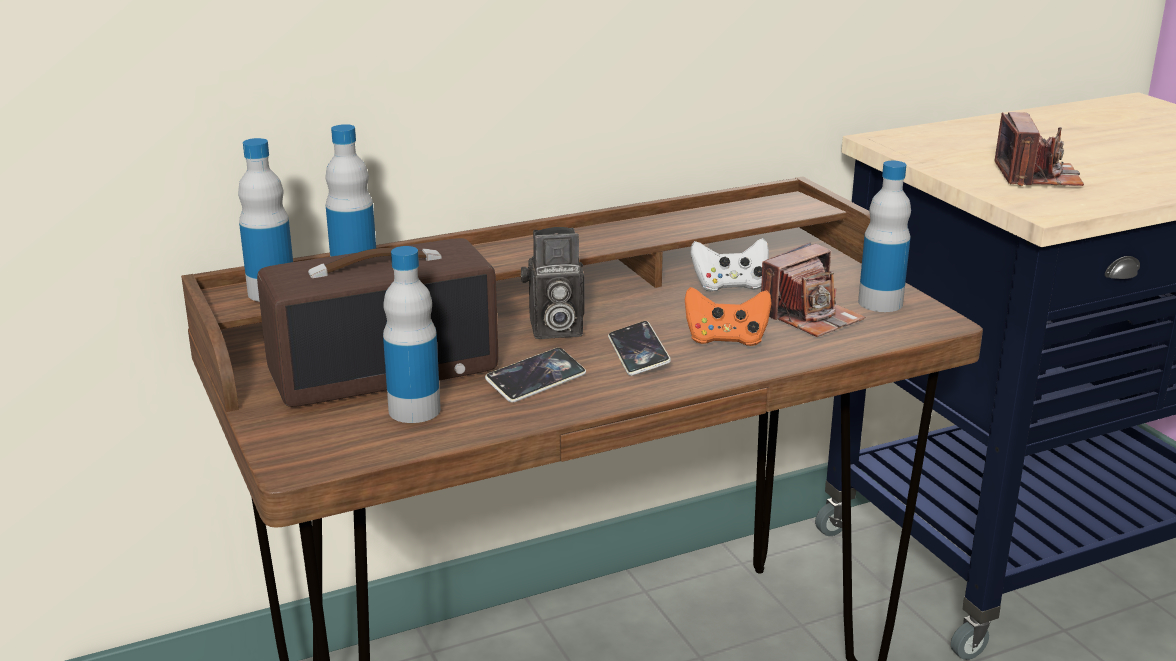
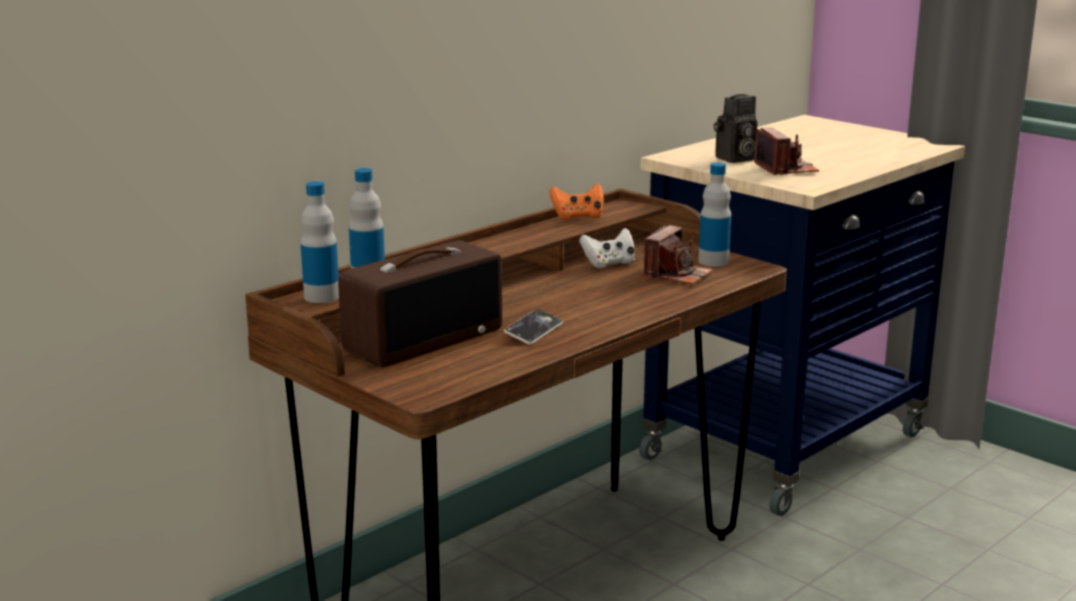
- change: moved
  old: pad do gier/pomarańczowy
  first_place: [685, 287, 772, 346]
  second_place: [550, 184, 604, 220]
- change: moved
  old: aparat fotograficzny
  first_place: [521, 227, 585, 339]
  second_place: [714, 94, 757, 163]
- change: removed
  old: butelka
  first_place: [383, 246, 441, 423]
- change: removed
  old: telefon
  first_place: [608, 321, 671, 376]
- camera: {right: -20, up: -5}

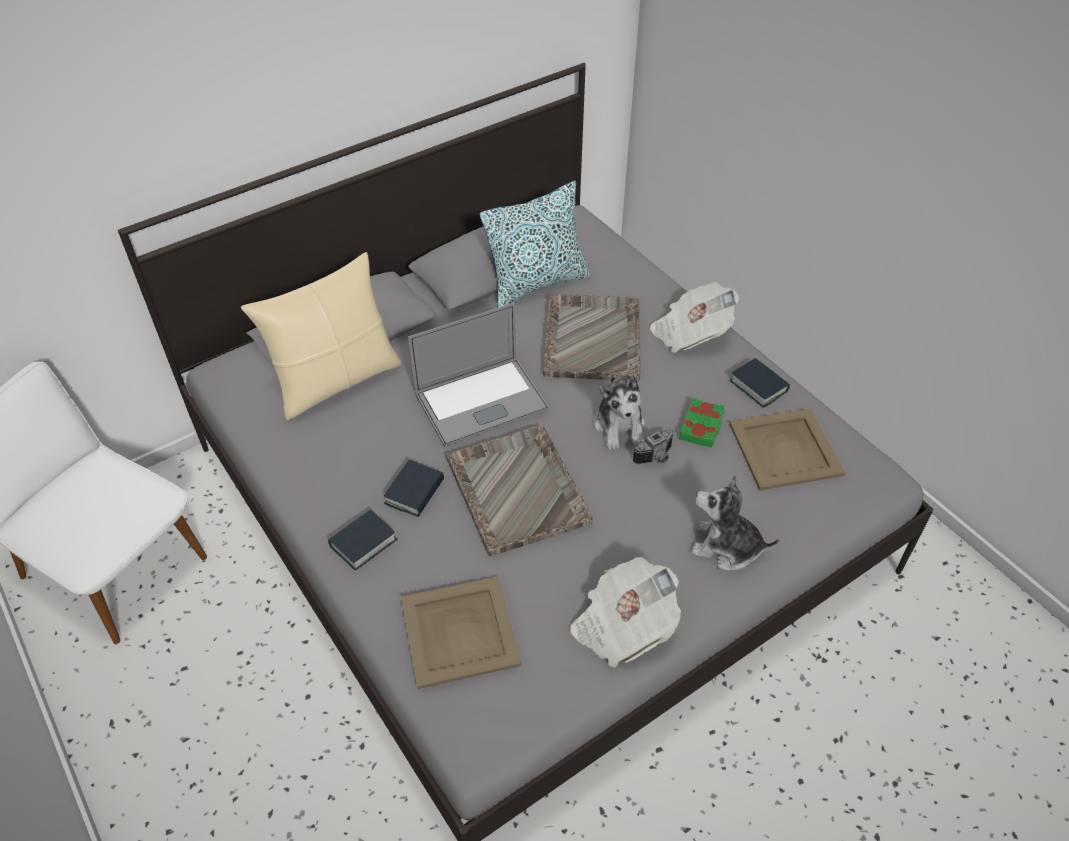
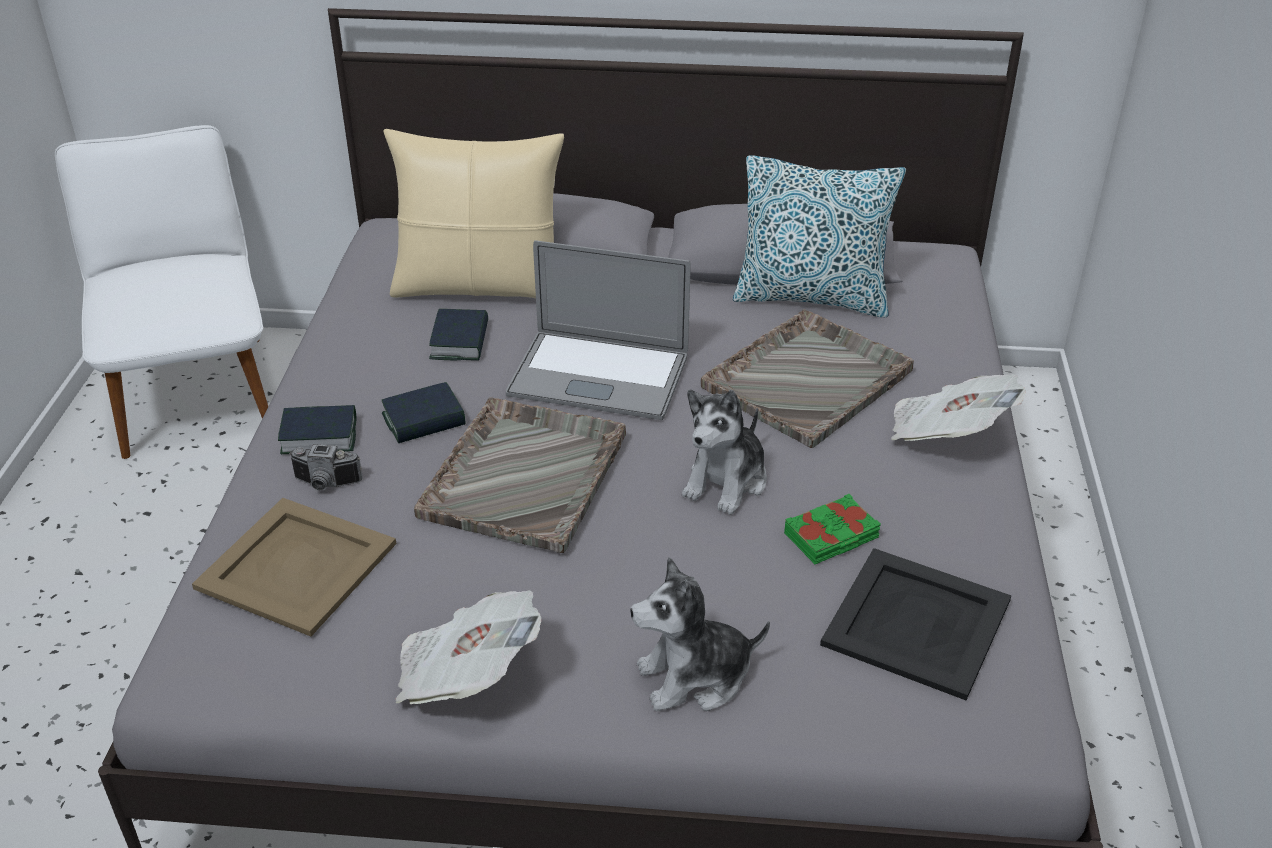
- change: moved
  old: aparat fotograficzny
  first_place: [633, 429, 674, 464]
  second_place: [289, 444, 363, 491]
- change: moved
  old: książka
  first_place: [730, 358, 790, 408]
  second_place: [429, 309, 488, 361]
- change: turned
  old: pluszak
  first_place: [691, 475, 780, 570]
  second_place: [630, 557, 770, 711]
  degrees: -75
- change: recoloured
  old: taca/beżowy
  new: taca/czarny
  first_place: [729, 408, 845, 491]
  second_place: [820, 548, 1011, 700]
- camera: {right: 40, up: -10}

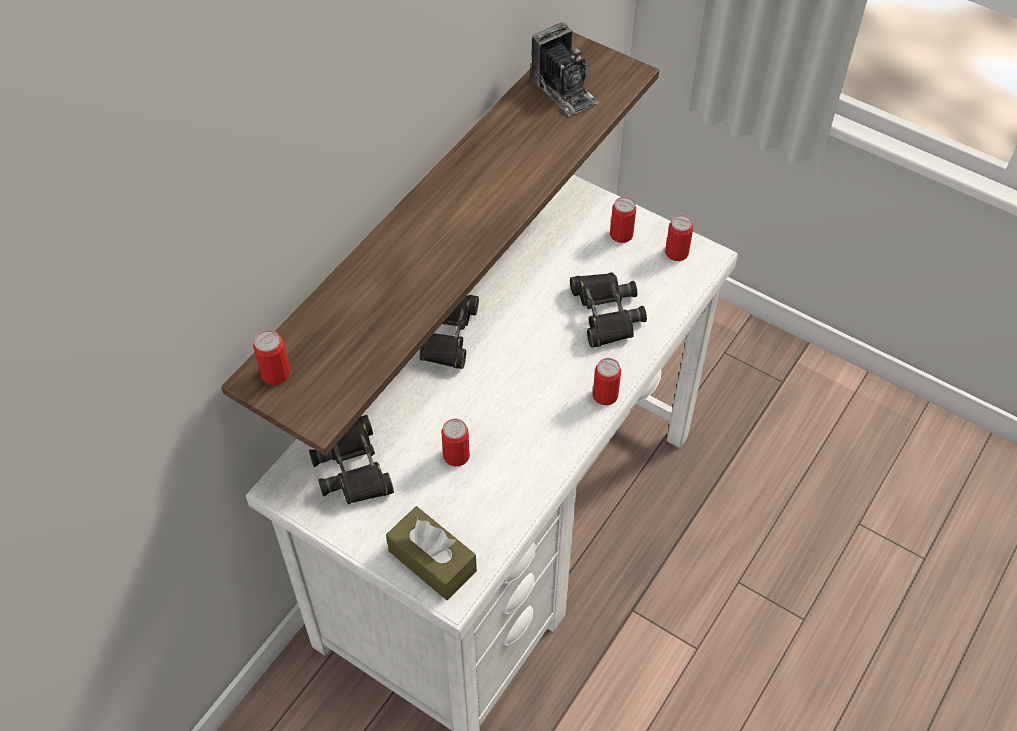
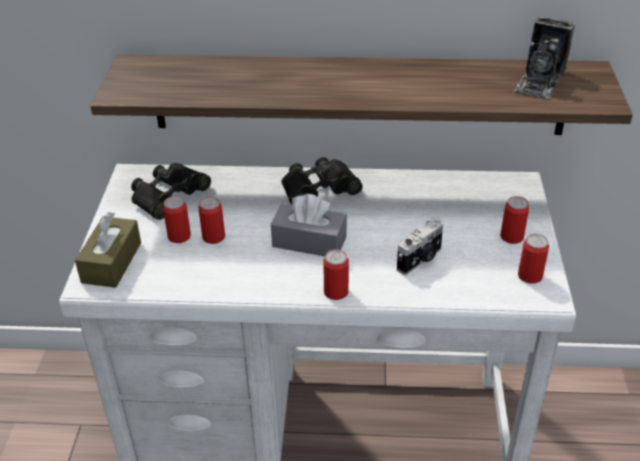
- change: moved
  old: puszka
  first_place: [253, 330, 291, 385]
  second_place: [163, 196, 191, 243]
- change: added
  new: pudełko chusteczek/szary
  second_place: [271, 194, 347, 256]
- change: replaced
  old: lornetka/czarny
  new: aparat fotograficzny
  first_place: [570, 272, 647, 348]
  second_place: [397, 219, 443, 275]
- camera: {right: 60, up: -15}

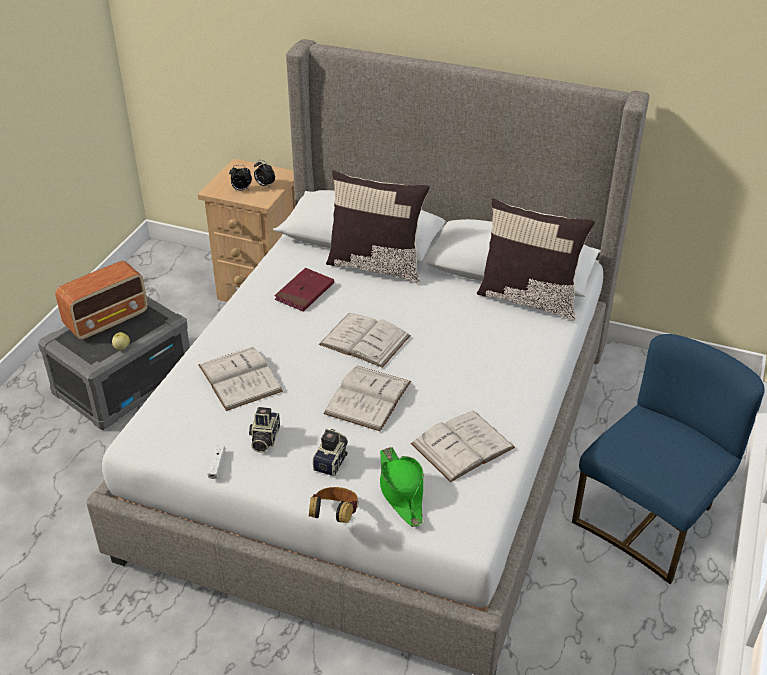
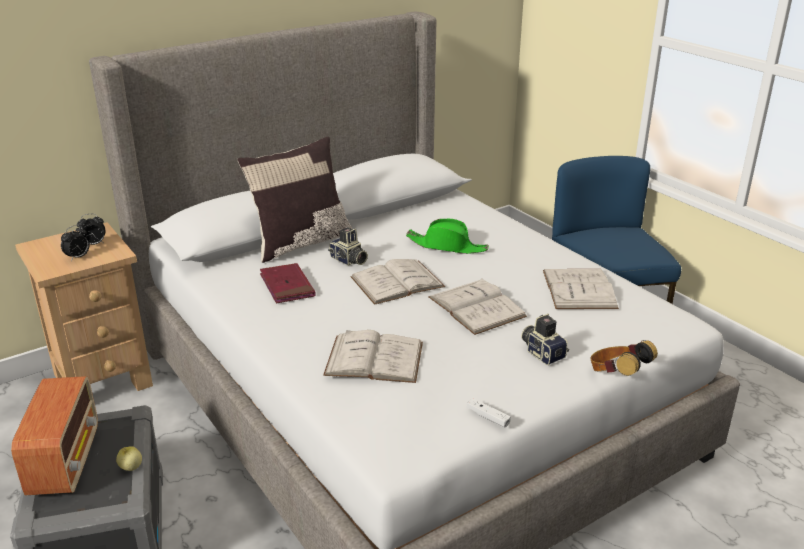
- change: moved
  old: aparat fotograficzny
  first_place: [249, 407, 280, 453]
  second_place: [328, 227, 368, 266]
- change: moved
  old: kapelusz/zielony
  first_place: [380, 447, 423, 527]
  second_place: [406, 219, 489, 254]
- change: removed
  old: poduszka
  first_place: [476, 198, 595, 321]
- camera: {right: -55, up: -10}

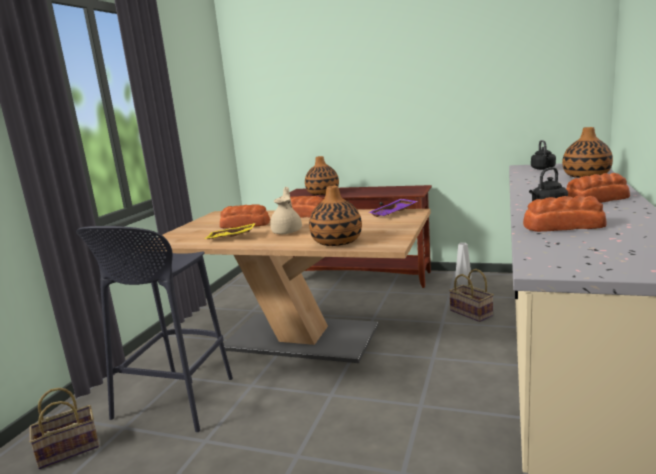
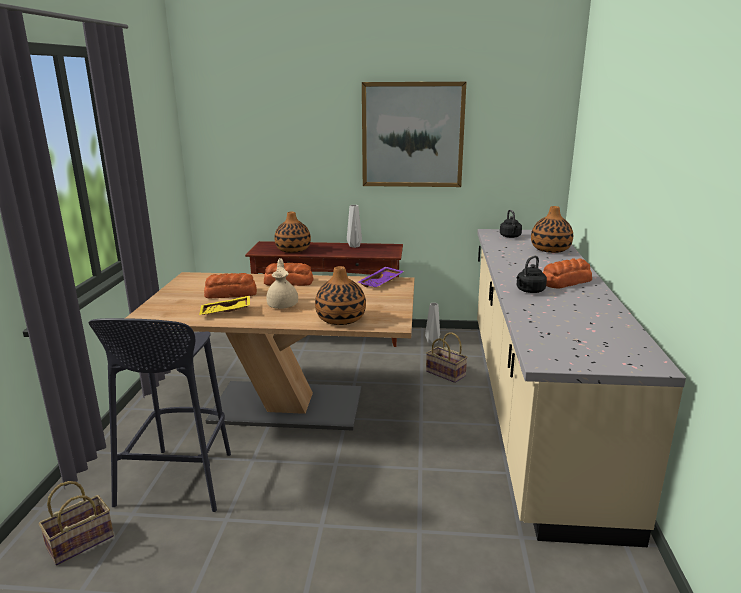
- change: added
  new: wazon/szary
  second_place: [347, 205, 362, 248]
- change: added
  new: obraz
  second_place: [362, 82, 466, 187]
- change: removed
  old: chleb
  first_place: [523, 196, 607, 232]
- camera: {right: -15, up: 5}

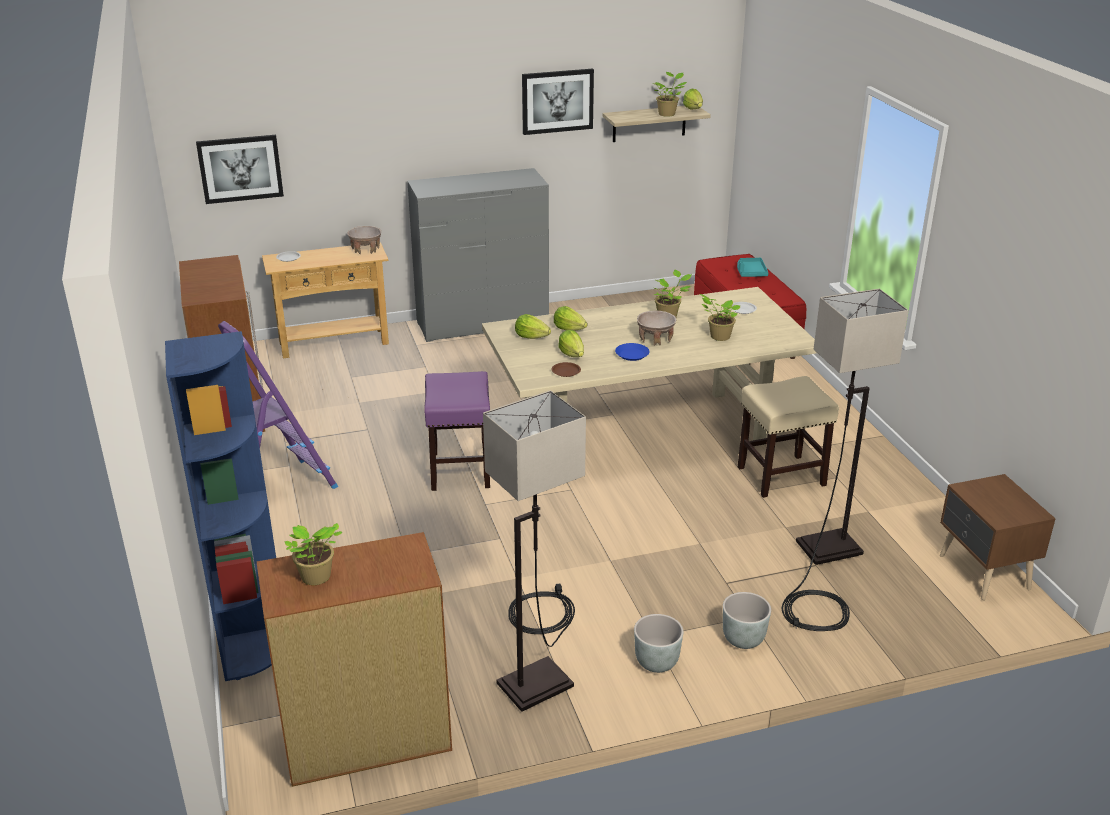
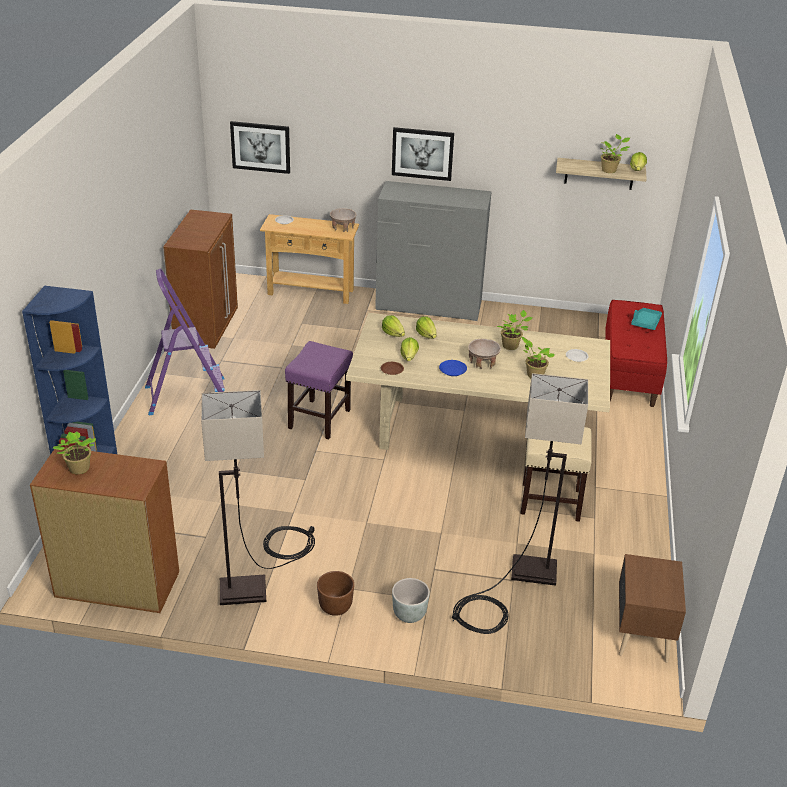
- change: recoloured
  old: donica/szary
  new: donica/brązowy
  first_place: [634, 614, 683, 673]
  second_place: [317, 571, 354, 616]
- change: moved
  old: obraz
  first_place: [522, 69, 594, 135]
  second_place: [392, 127, 454, 181]
- camera: {right: 25, up: 5}

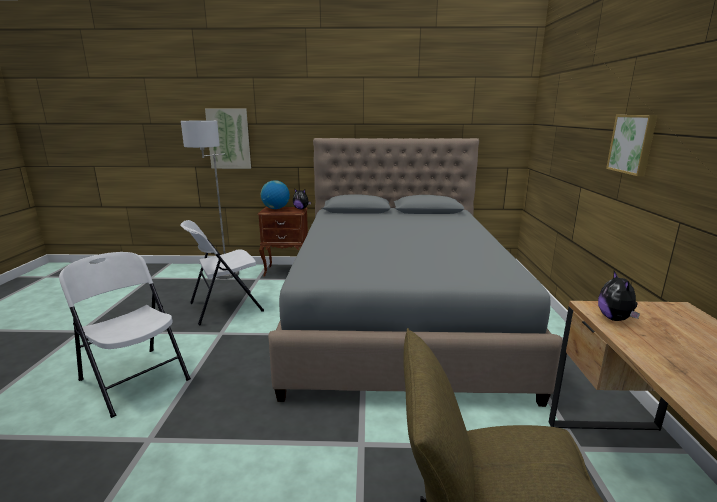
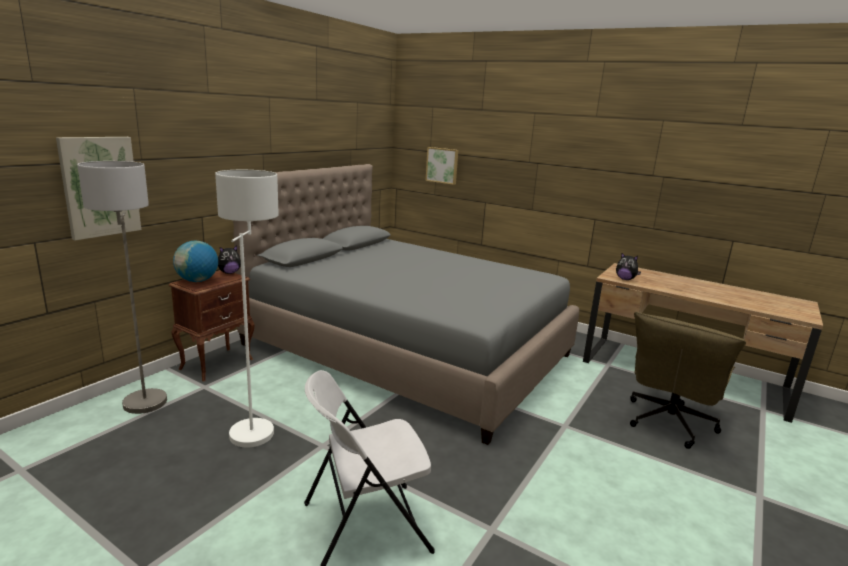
- change: replaced
  old: krzesło/biały
  new: lampa stojąca/biały
  first_place: [180, 220, 264, 326]
  second_place: [215, 170, 278, 447]
- change: moved
  old: obraz
  first_place: [606, 115, 657, 176]
  second_place: [426, 147, 458, 185]
- camera: {right: -60, up: 0}

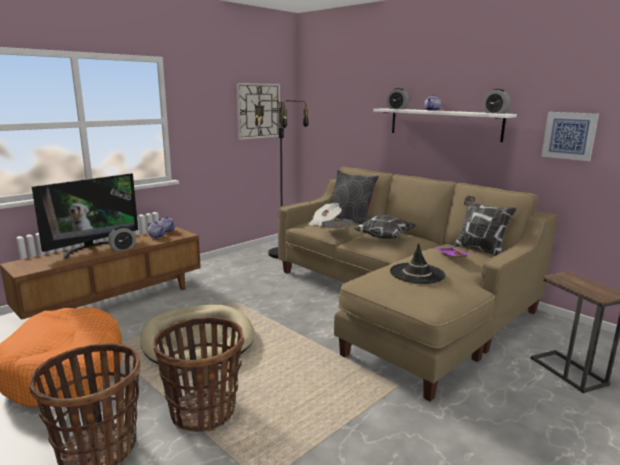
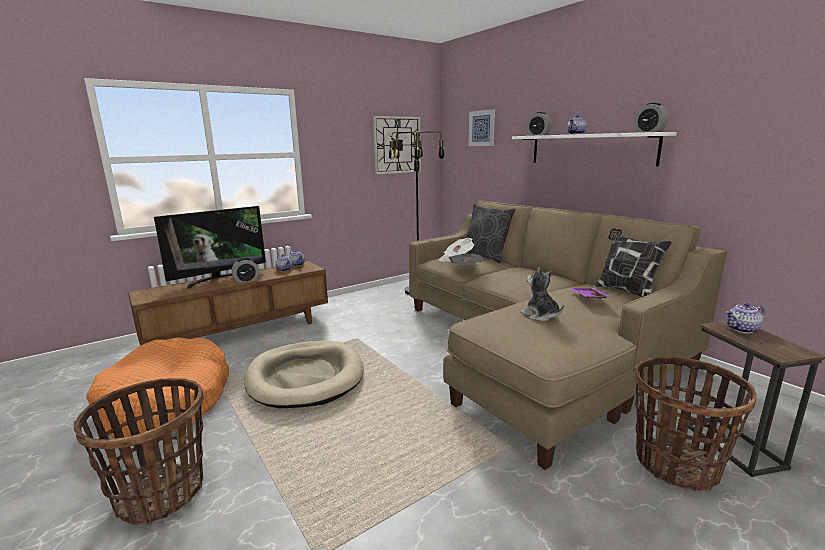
- change: moved
  old: obraz
  first_place: [541, 112, 599, 161]
  second_place: [469, 109, 495, 146]
- change: replaced
  old: kapelusz/czarny
  new: pluszak
  first_place: [390, 243, 445, 284]
  second_place: [521, 268, 564, 322]
- change: moved
  old: koszyk
  first_place: [153, 317, 244, 432]
  second_place: [634, 357, 757, 491]
- change: added
  new: imbryk
  second_place: [726, 303, 765, 333]
- change: removed
  old: poduszka
  first_place: [353, 215, 417, 239]
- camera: {right: 10, up: 0}

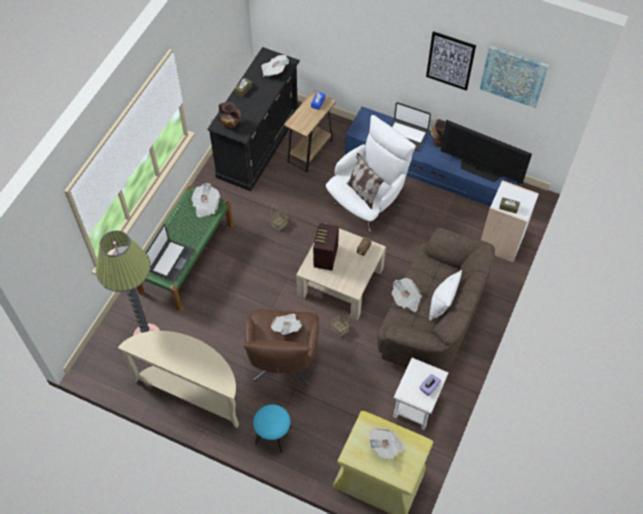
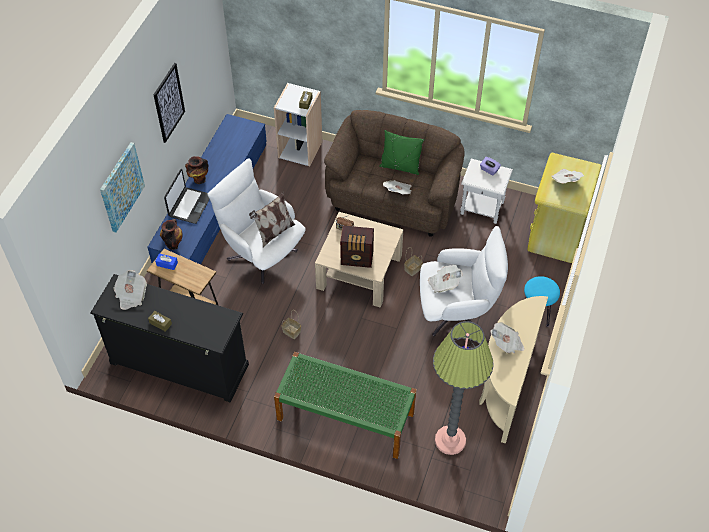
- change: moved
  old: obraz
  first_place: [480, 46, 549, 108]
  second_place: [100, 142, 145, 232]
- change: moved
  old: wazon
  first_place: [218, 101, 241, 129]
  second_place: [160, 219, 183, 250]
- change: recoloured
  old: poduszka/biały
  new: poduszka/zielony
  first_place: [429, 270, 462, 321]
  second_place: [379, 130, 424, 175]
- change: recoloured
  old: fotel/brązowy
  new: fotel/biały
  first_place: [243, 309, 319, 385]
  second_place: [420, 226, 508, 336]
- change: moved
  old: gazeta
  first_place: [191, 183, 220, 217]
  second_place: [490, 322, 524, 353]
- change: removed
  old: laptop
  first_place: [146, 224, 194, 282]
- change: removed
  old: telewizor
  first_place: [441, 120, 532, 184]
- camera: {right: -95, up: -5}

